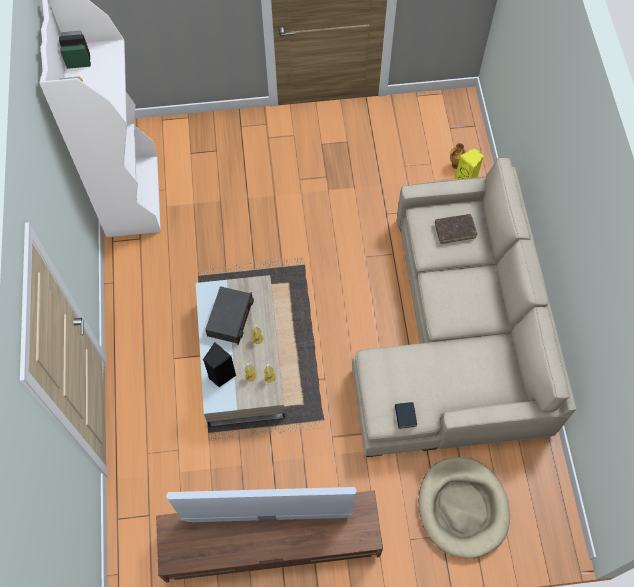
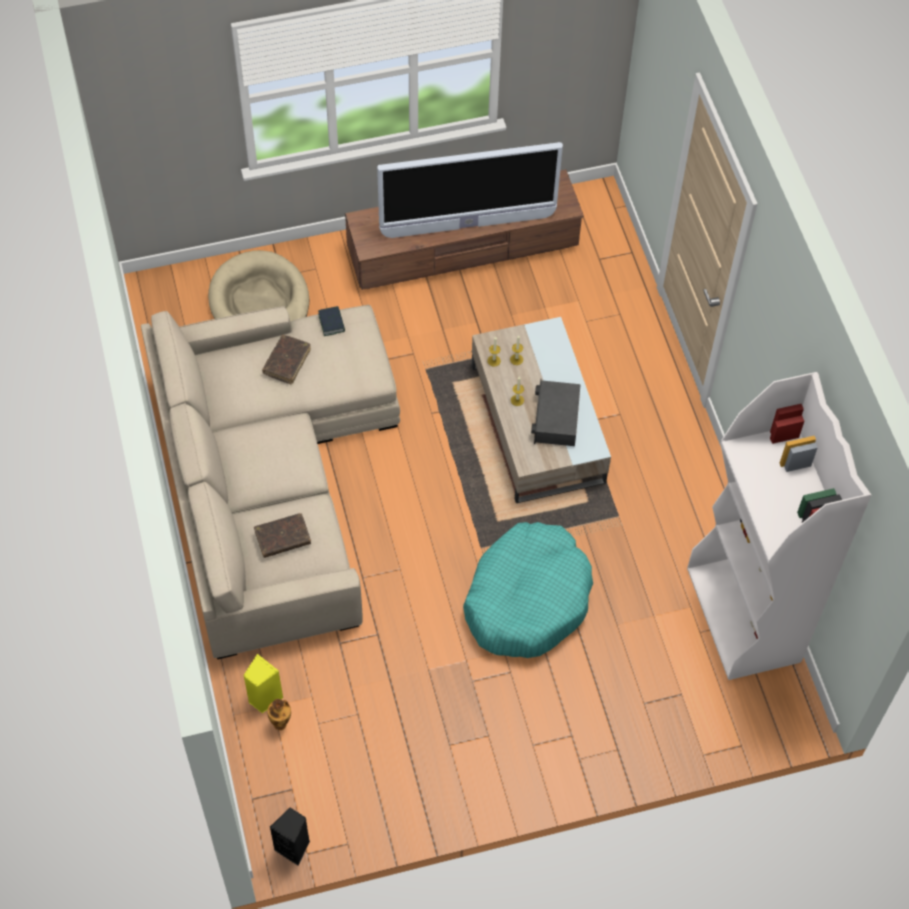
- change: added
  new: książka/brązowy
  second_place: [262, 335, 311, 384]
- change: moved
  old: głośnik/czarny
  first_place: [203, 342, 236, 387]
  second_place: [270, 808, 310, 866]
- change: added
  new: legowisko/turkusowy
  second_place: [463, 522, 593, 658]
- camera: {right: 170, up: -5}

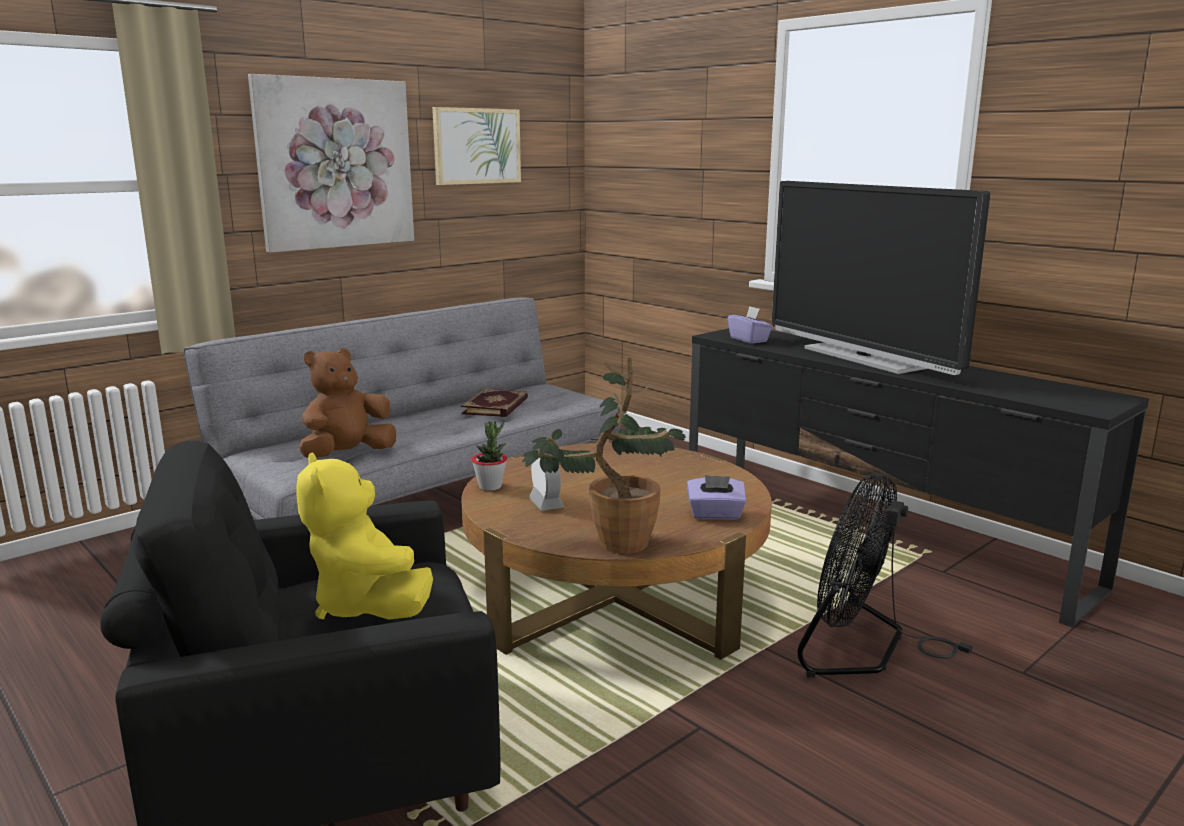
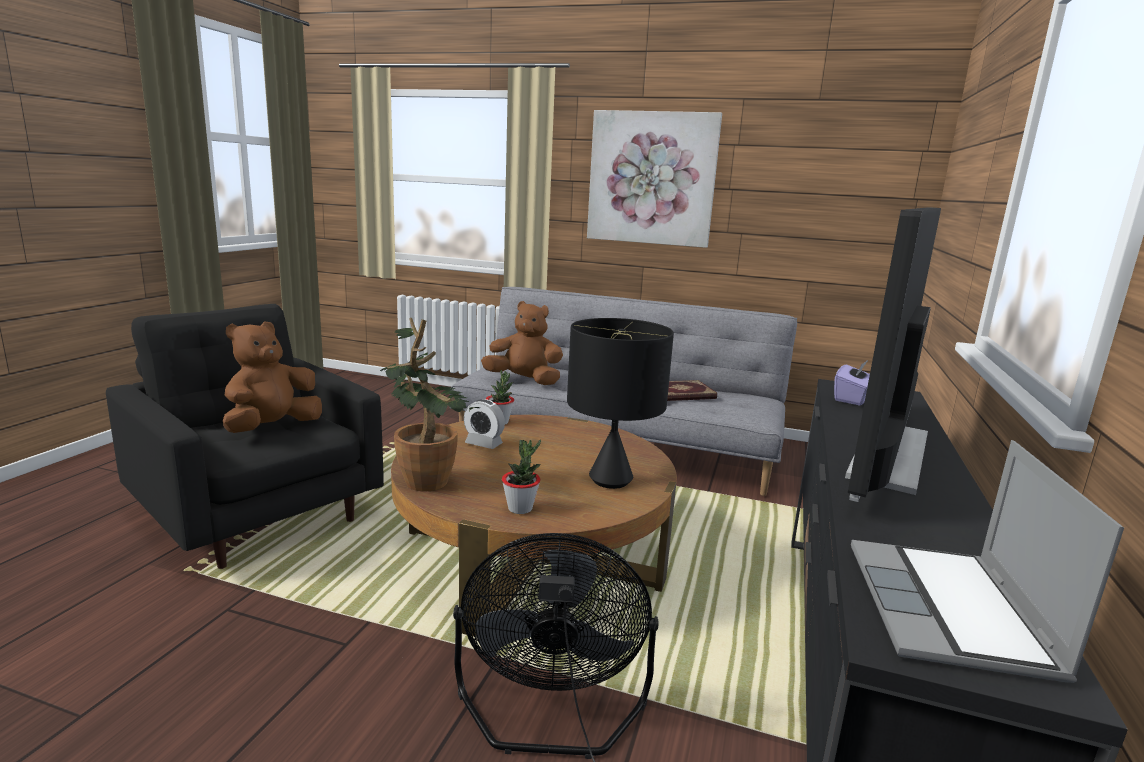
- change: recoloured
  old: pluszak/żółty
  new: pluszak/brązowy
  first_place: [296, 452, 433, 620]
  second_place: [223, 321, 322, 433]
- change: turned
  old: budzik
  first_place: [529, 458, 564, 511]
  second_place: [464, 399, 505, 449]
  degrees: 75
- change: replaced
  old: pudełko chusteczek/fioletowy
  new: roślina doniczkowa
  first_place: [687, 475, 747, 520]
  second_place: [502, 440, 541, 514]
- change: added
  new: lampa stołowa/czarny
  second_place: [567, 318, 674, 489]
- change: added
  new: laptop
  second_place: [851, 440, 1124, 683]
- change: removed
  old: obraz
  first_place: [432, 107, 521, 185]
- camera: {right: 60, up: 0}

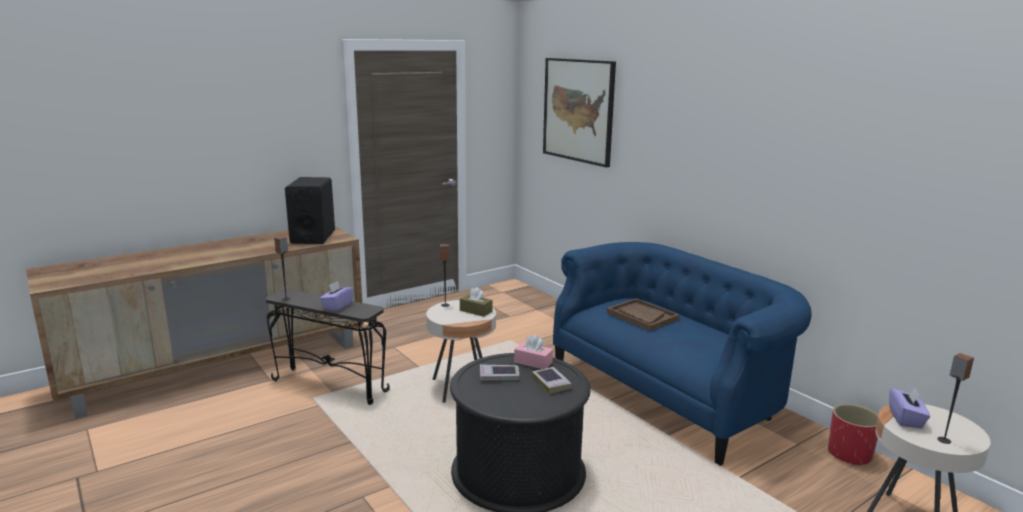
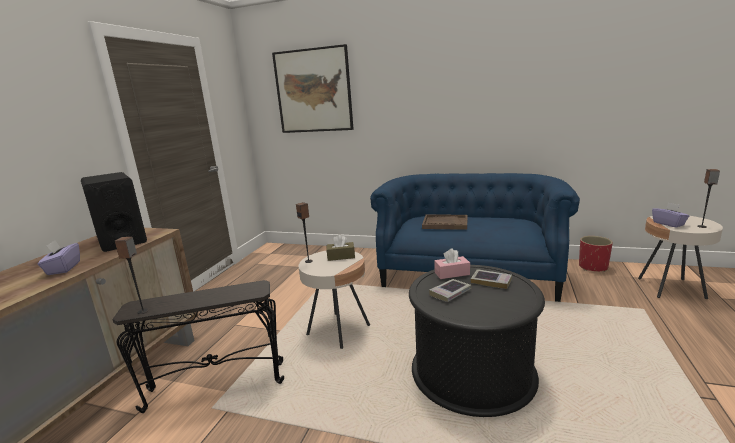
- change: moved
  old: pudełko chusteczek/fioletowy
  first_place: [320, 281, 354, 311]
  second_place: [38, 240, 80, 275]
- camera: {right: -35, up: 0}

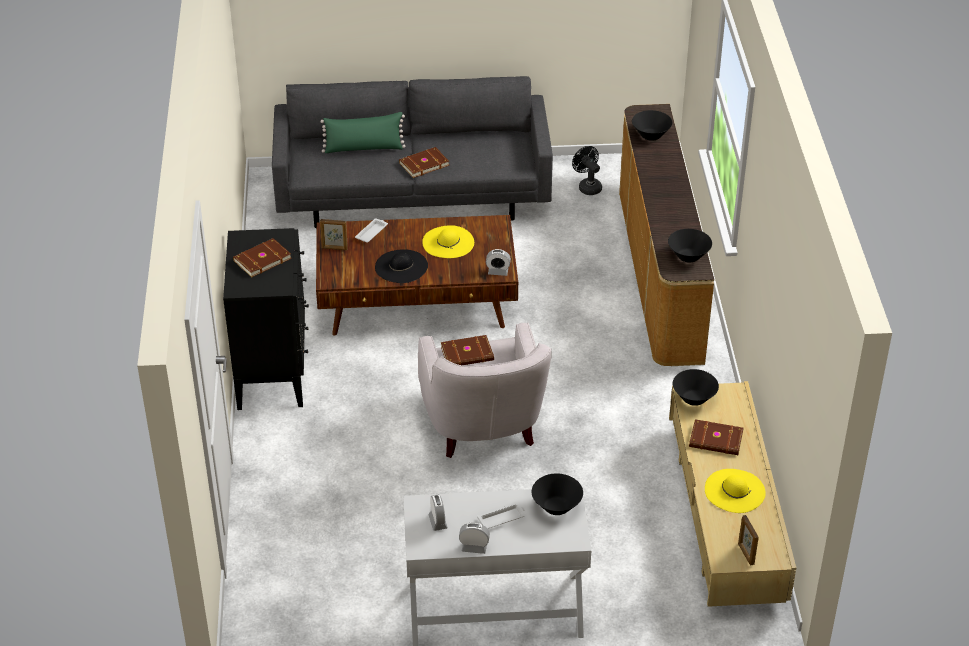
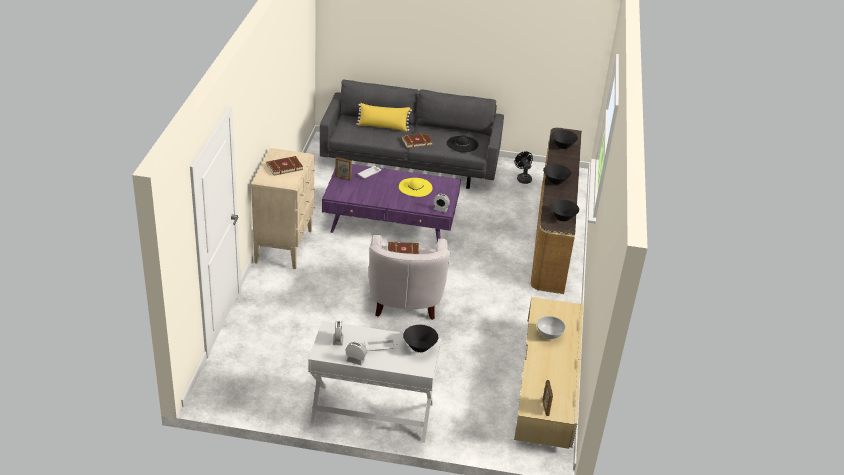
- change: recoloured
  old: komoda/czarny
  new: komoda/beżowy
  first_place: [223, 228, 309, 410]
  second_place: [251, 148, 315, 269]
- change: recoloured
  old: ława/brązowy
  new: ława/fioletowy
  first_place: [316, 215, 518, 336]
  second_place: [322, 164, 461, 242]
- change: recoloured
  old: poduszka/zielony
  new: poduszka/żółty
  first_place: [321, 112, 406, 153]
  second_place: [356, 103, 412, 132]
- change: moved
  old: kapelusz/czarny
  first_place: [375, 249, 428, 283]
  second_place: [447, 135, 478, 153]
- change: replaced
  old: książka/brązowy
  new: miska/biały
  first_place: [689, 419, 744, 455]
  second_place: [537, 316, 566, 339]
- change: moved
  old: miska/czarny
  first_place: [673, 369, 719, 406]
  second_place: [543, 164, 571, 185]
- change: removed
  old: kapelusz/żółty
  first_place: [705, 469, 766, 513]
- camera: {right: 10, up: -5}

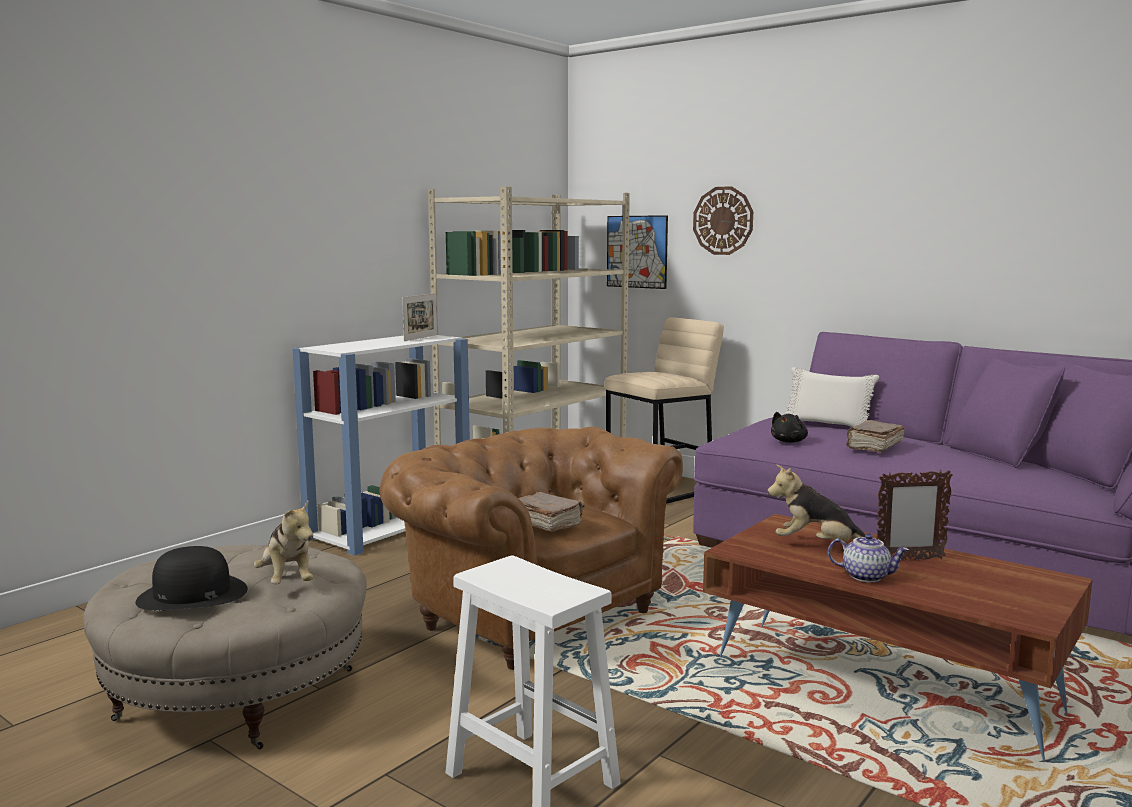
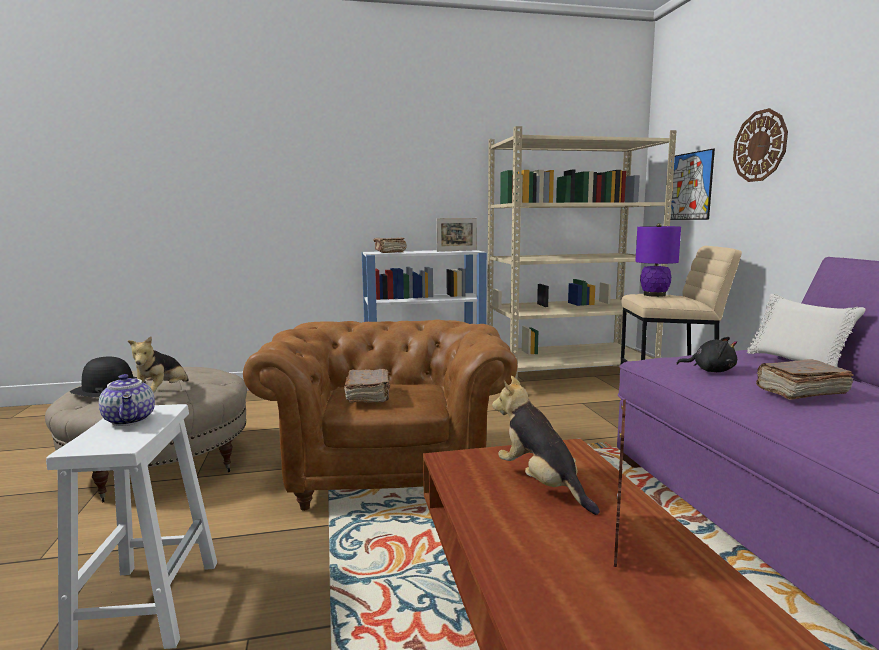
- change: moved
  old: imbryk
  first_place: [828, 533, 909, 582]
  second_place: [99, 374, 155, 426]
- change: added
  new: książka/brązowy
  second_place: [373, 238, 407, 253]
- change: turned
  old: ramka na zdjęcie
  first_place: [876, 471, 953, 560]
  second_place: [614, 399, 626, 567]
  degrees: -105
- change: added
  new: lampa stołowa/fioletowy
  second_place: [635, 223, 681, 297]
- change: turned
  old: pluszak/czarny
  first_place: [771, 412, 808, 443]
  second_place: [676, 337, 737, 372]
  degrees: -135
- camera: {right: 40, up: 0}

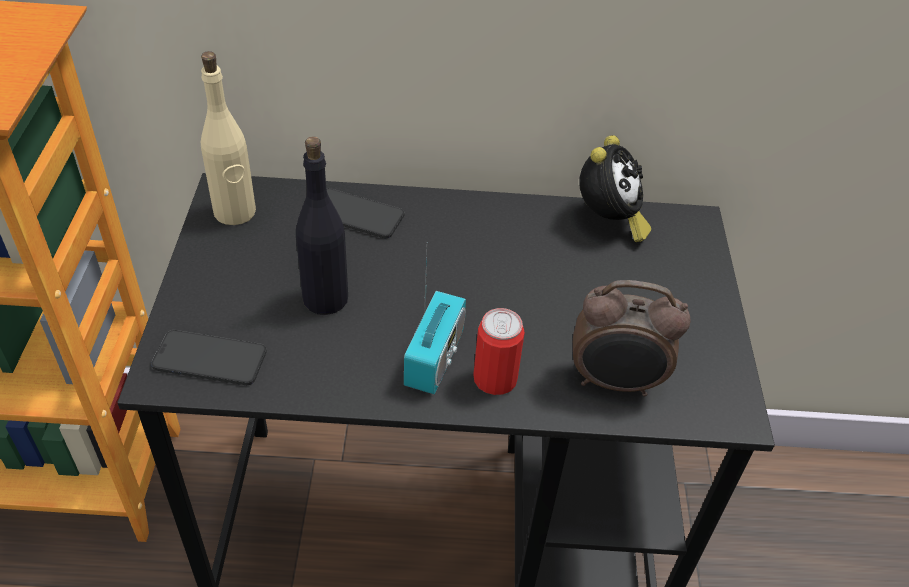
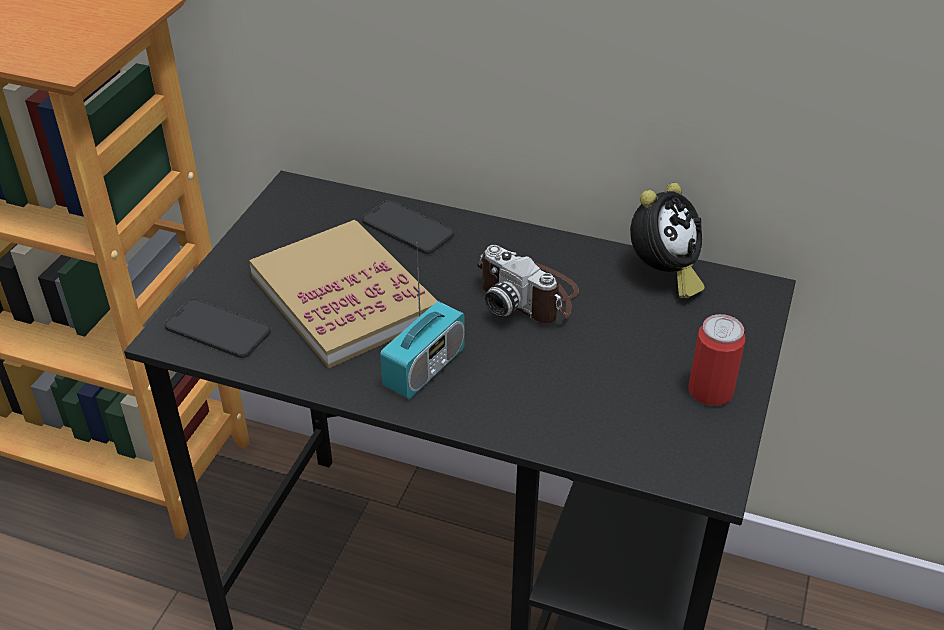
- change: replaced
  old: butelka/czarny
  new: książka
  first_place: [296, 137, 348, 315]
  second_place: [249, 220, 437, 369]
- change: added
  new: aparat fotograficzny
  second_place: [477, 245, 579, 323]
- change: moved
  old: puszka
  first_place: [473, 308, 525, 395]
  second_place: [688, 314, 745, 406]
- change: removed
  old: butelka/beżowy
  first_place: [201, 51, 256, 225]
- change: removed
  old: budzik
  first_place: [573, 280, 691, 396]
- camera: {right: 20, up: -5}

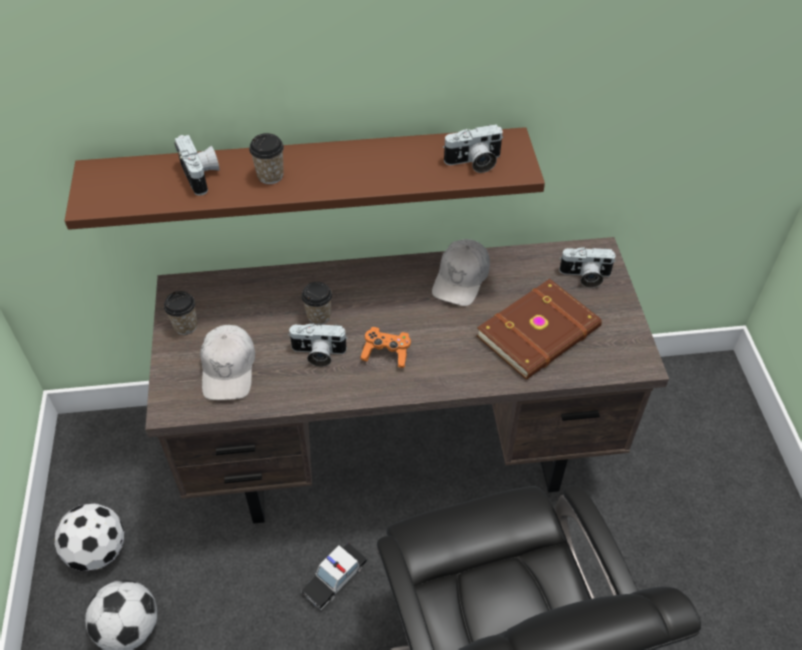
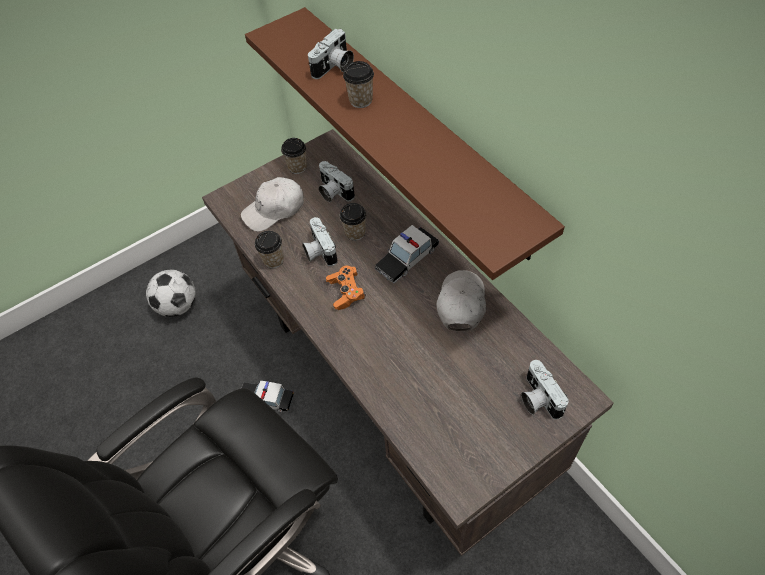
- change: added
  new: filiżanka
  second_place: [255, 231, 284, 269]
- change: moved
  old: aparat fotograficzny
  first_place: [443, 124, 503, 173]
  second_place: [319, 161, 355, 202]
- change: added
  new: samochodzik
  second_place: [375, 225, 439, 284]
- change: turned
  old: czapka z daszkiem/biały
  first_place: [432, 239, 490, 306]
  second_place: [436, 270, 486, 331]
  degrees: 105
- change: removed
  old: piłka futbolowa
  first_place: [55, 504, 124, 571]
- change: removed
  old: książka/brązowy
  first_place: [477, 279, 602, 380]
- camera: {right: 65, up: 5}

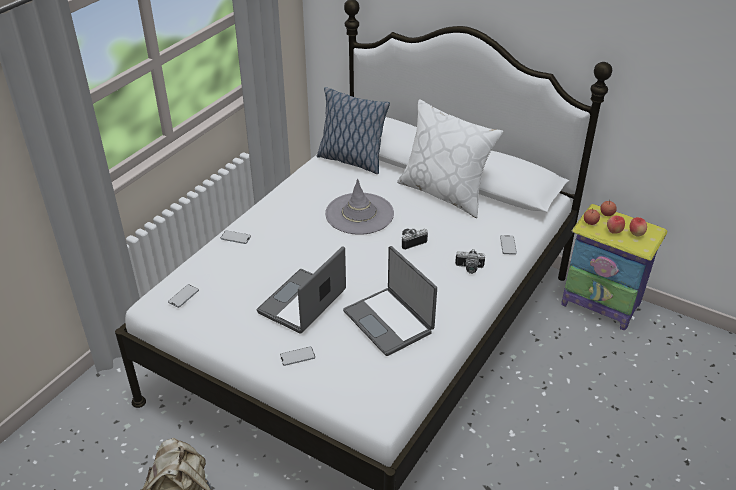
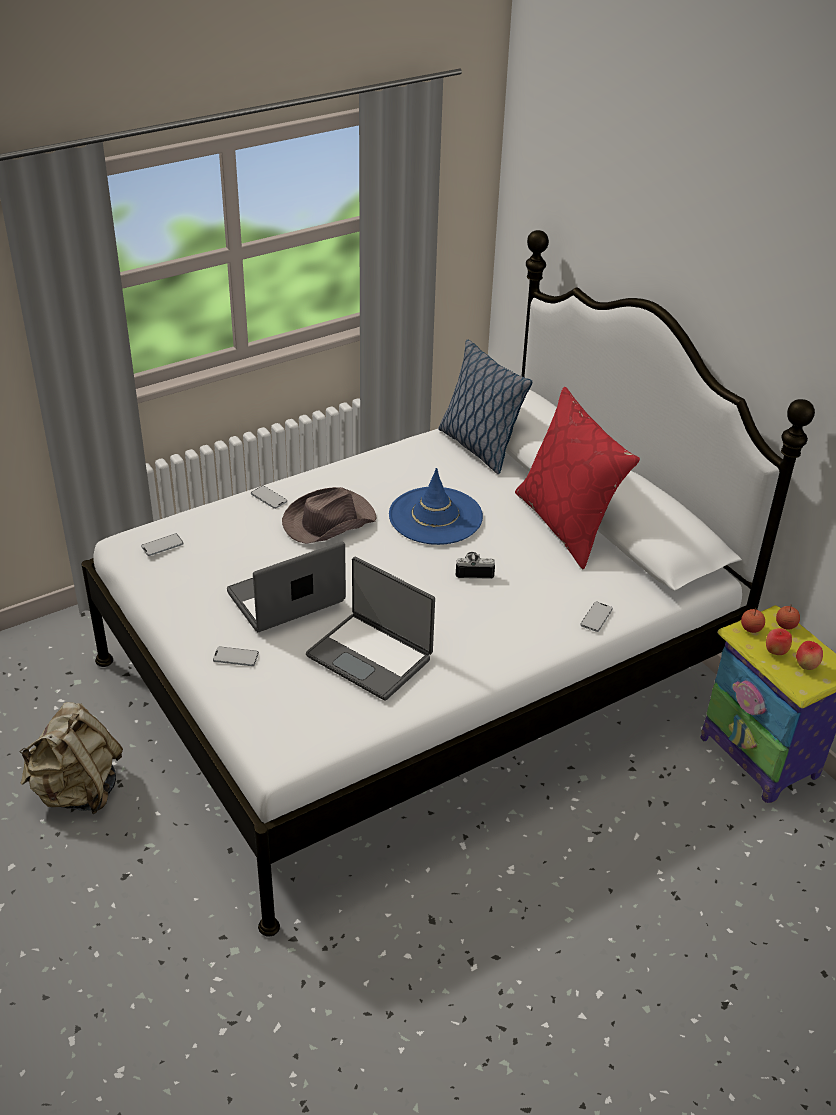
- change: added
  new: kapelusz/brązowy
  second_place: [282, 487, 377, 544]
- change: turned
  old: laptop
  first_place: [343, 246, 437, 356]
  second_place: [306, 557, 435, 700]
  degrees: -45
- change: recoloured
  old: kapelusz/szary
  new: kapelusz/niebieski
  first_place: [325, 179, 394, 235]
  second_place: [389, 468, 483, 545]
- change: recoloured
  old: poduszka/biały
  new: poduszka/czerwony
  first_place: [397, 99, 503, 218]
  second_place: [515, 387, 640, 569]
- change: removed
  old: aparat fotograficzny
  first_place: [455, 249, 485, 274]
- camera: {right: 25, up: 0}

